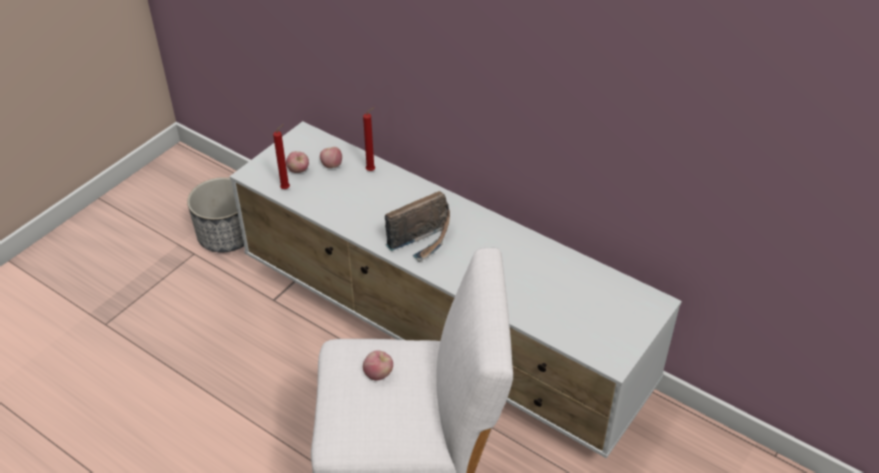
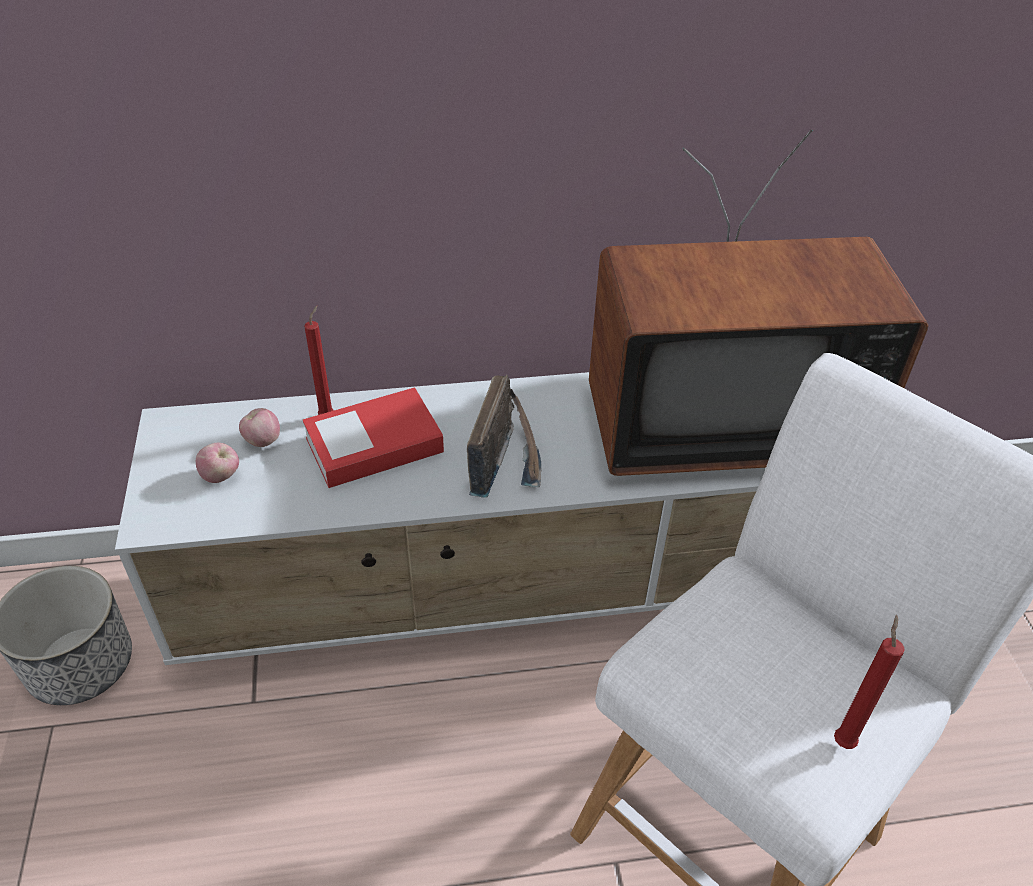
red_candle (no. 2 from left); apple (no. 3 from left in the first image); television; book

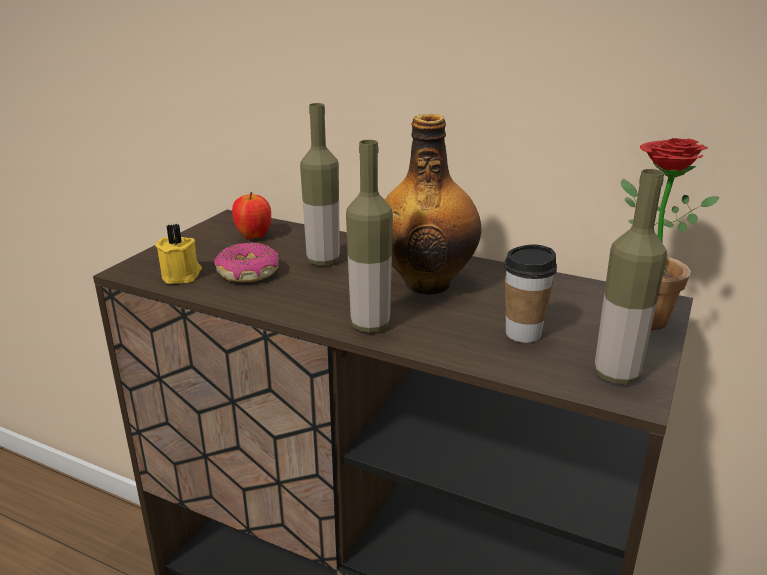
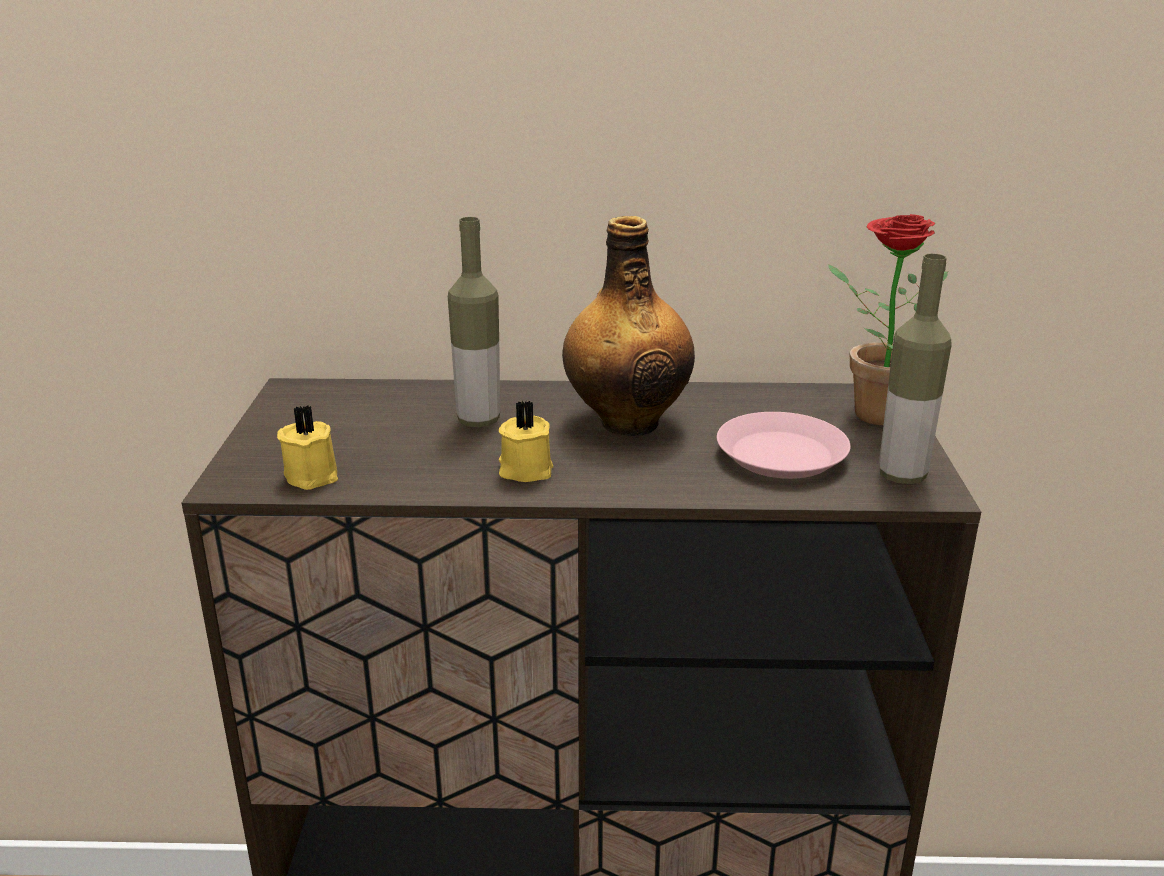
bottle (no. 2 from left in the first image); apple; donut; pink_plate; yellow_candle (no. 2 from left)

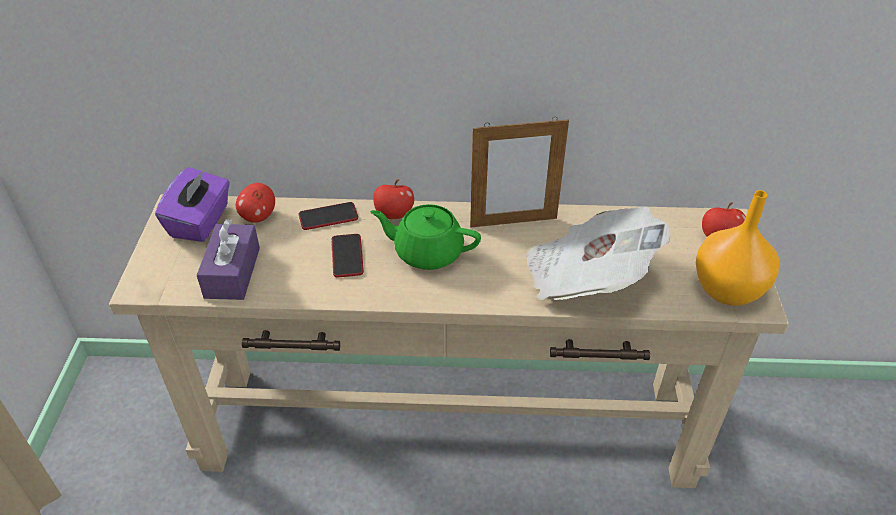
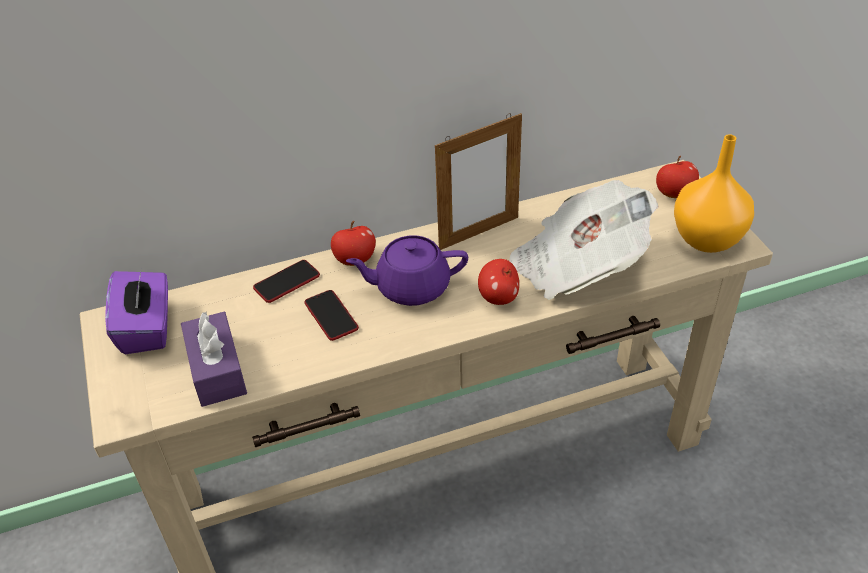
apple (no. 2 from left); purple_teapot

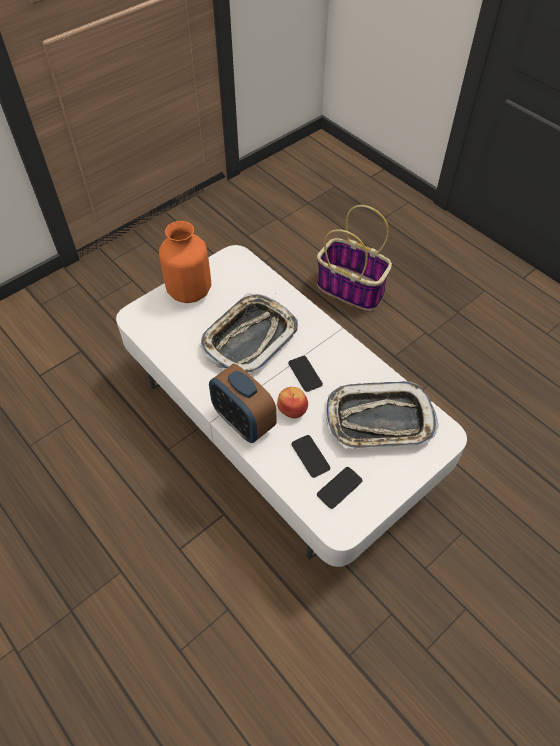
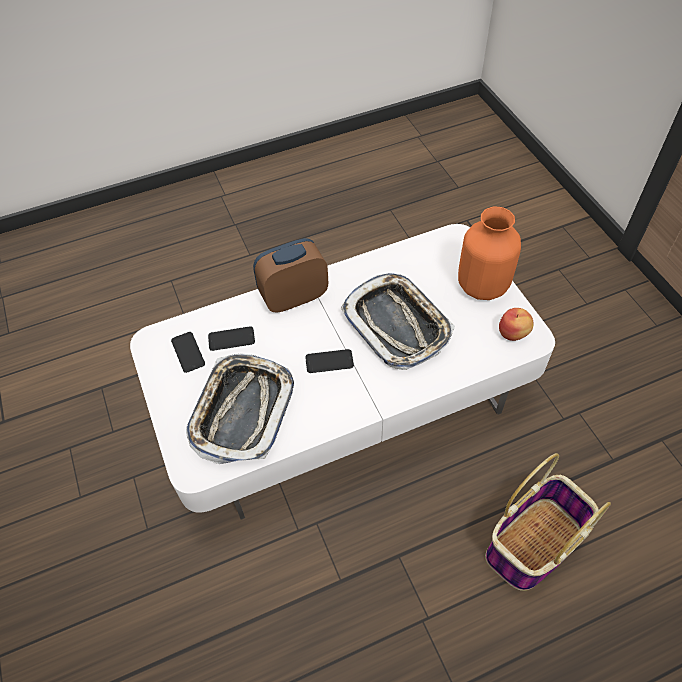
apple

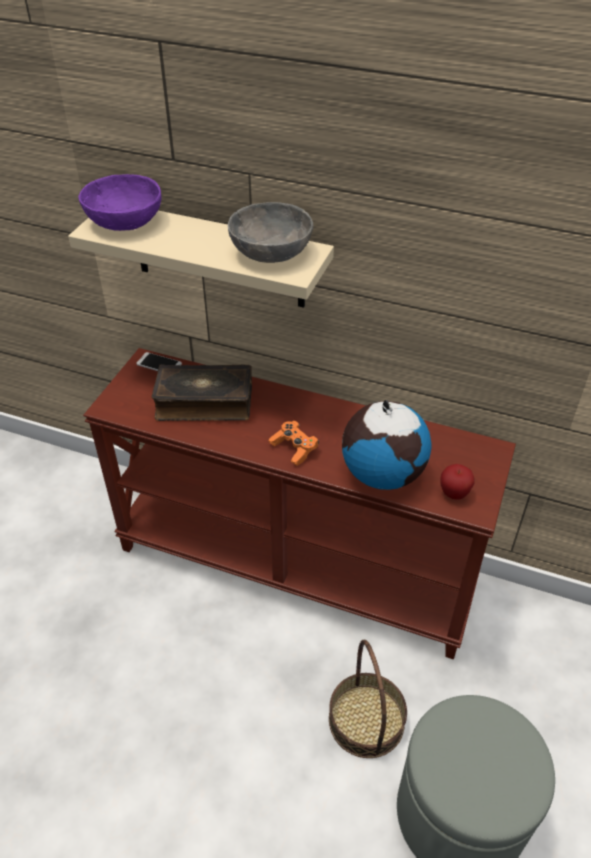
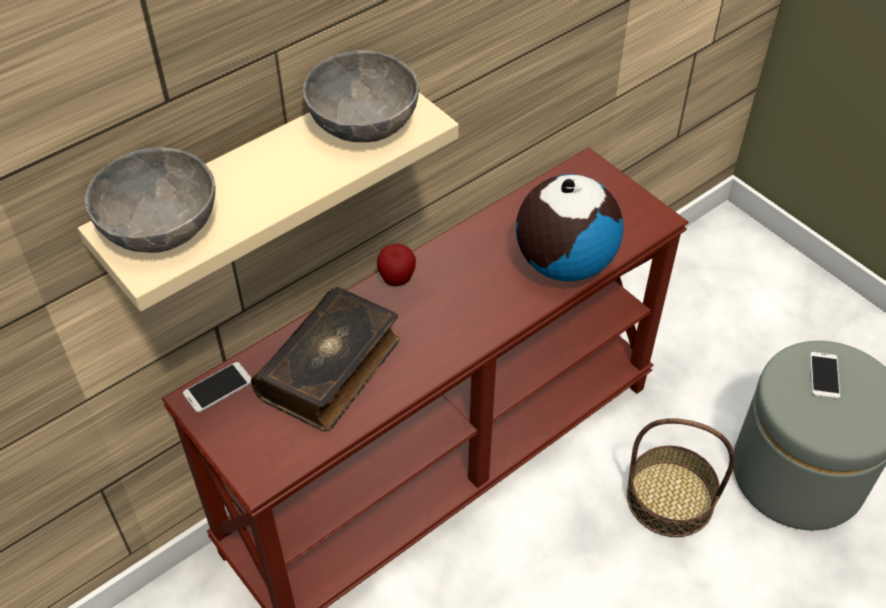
grey_bowl (no. 1 from left); orange_game_controller; apple; phone (no. 2 from left)

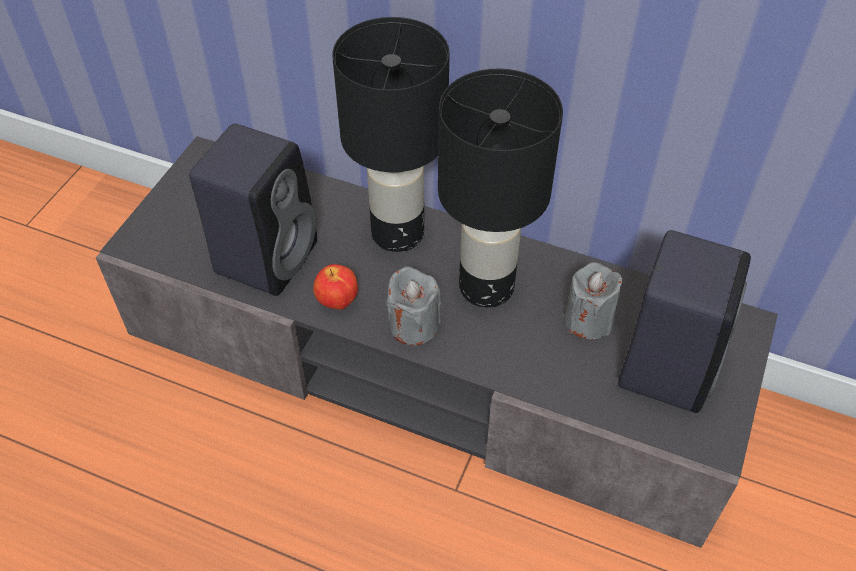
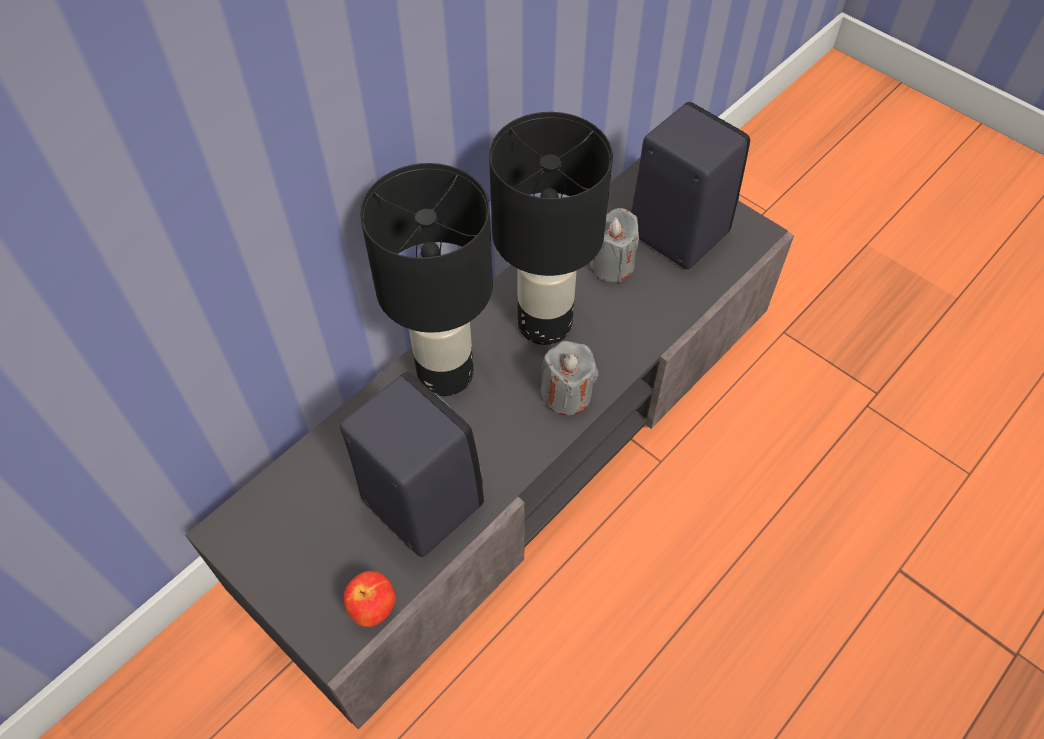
apple

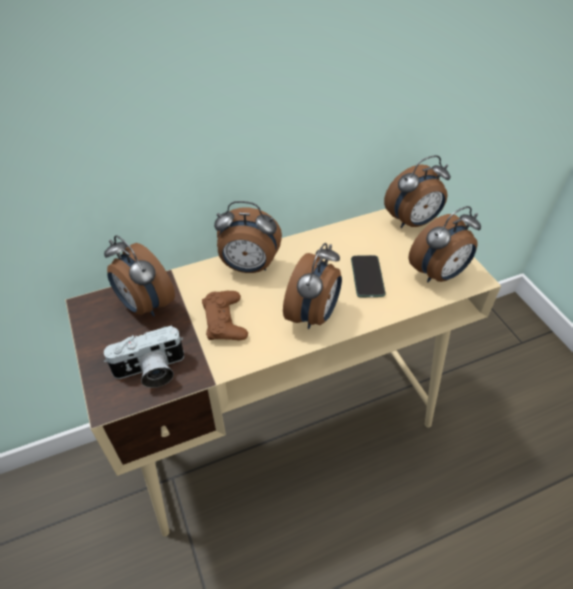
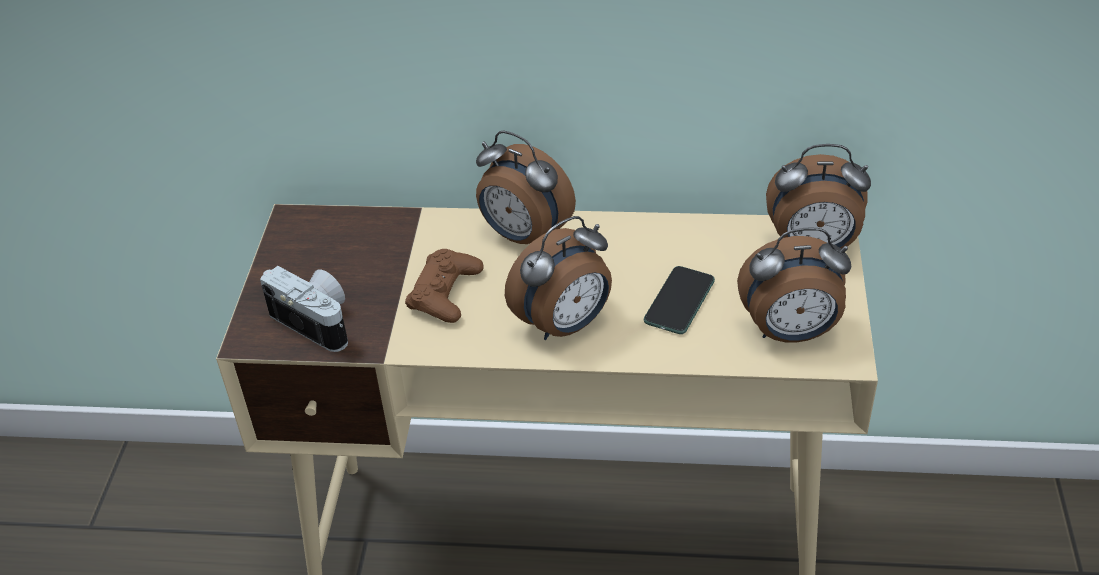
alarm_clock (no. 1 from left in the first image); photo_camera

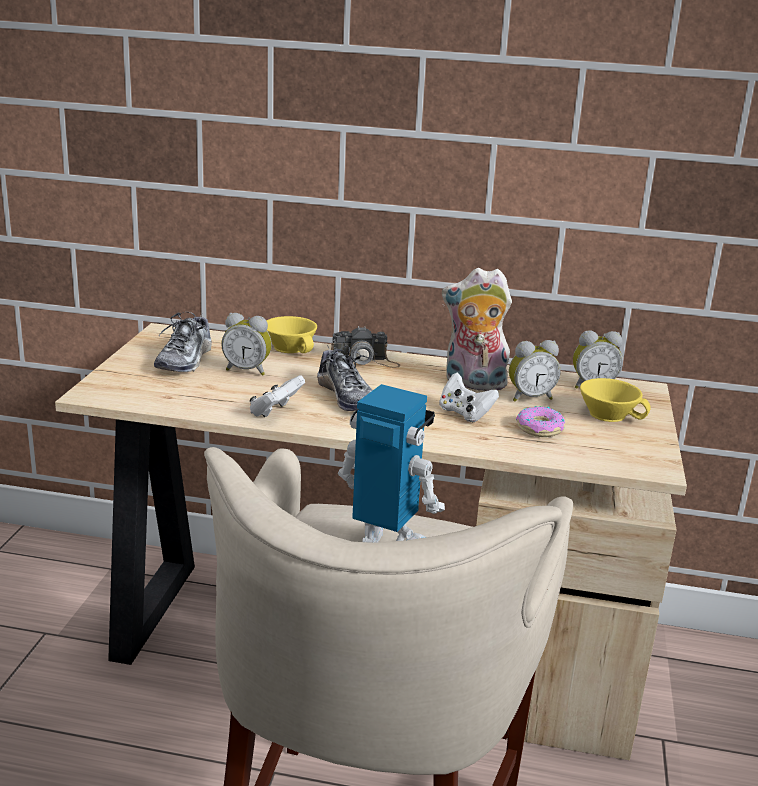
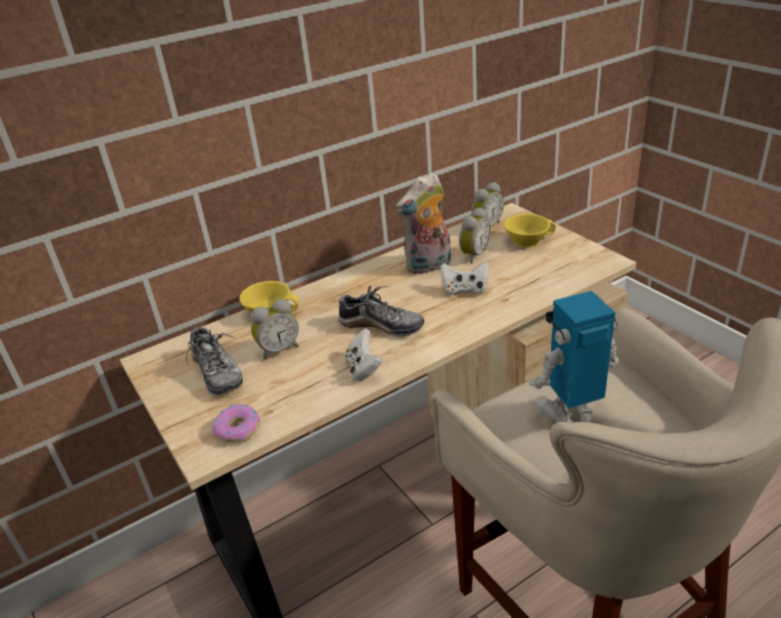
photo_camera; donut

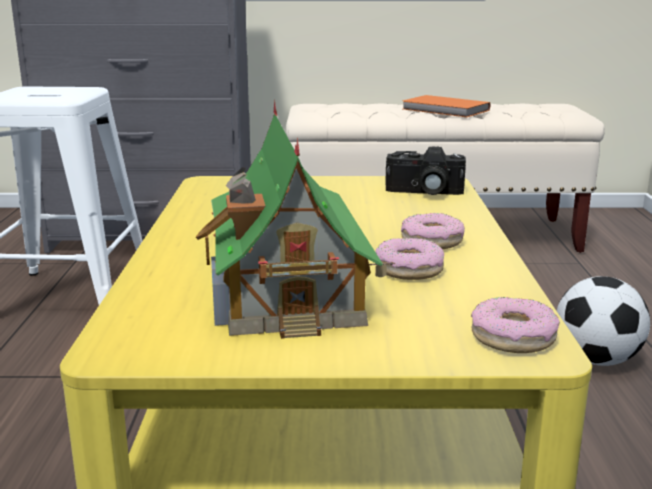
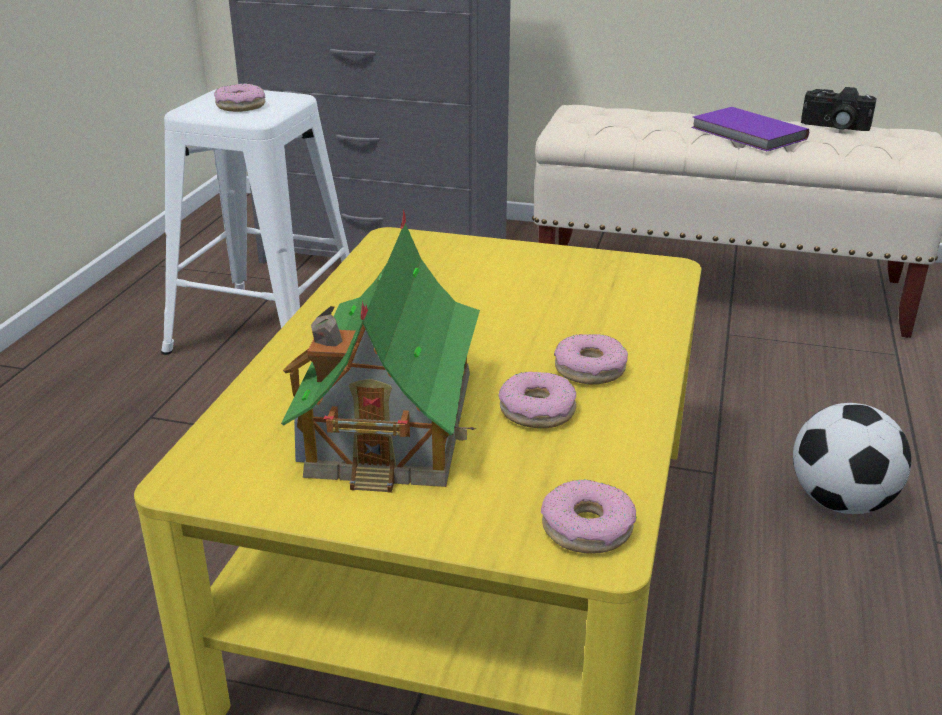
purple_book; photo_camera; donut (no. 1 from left)

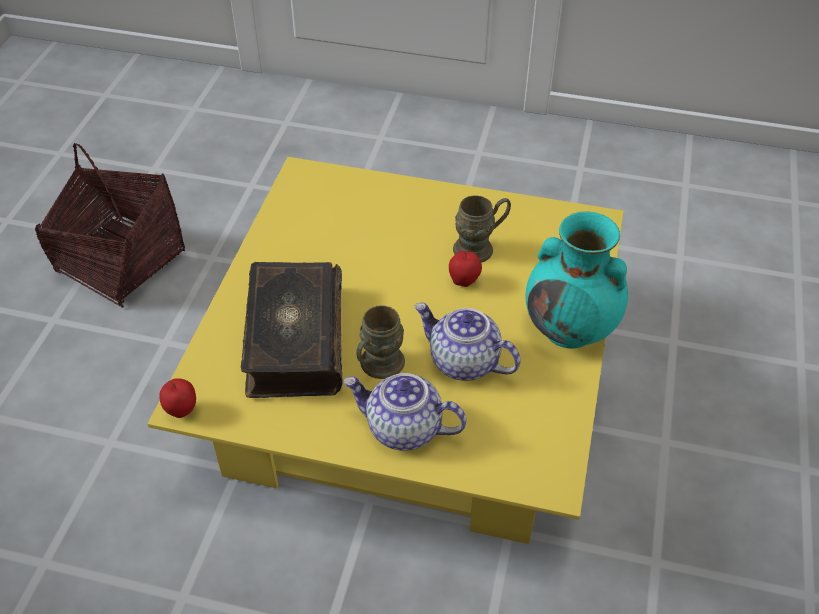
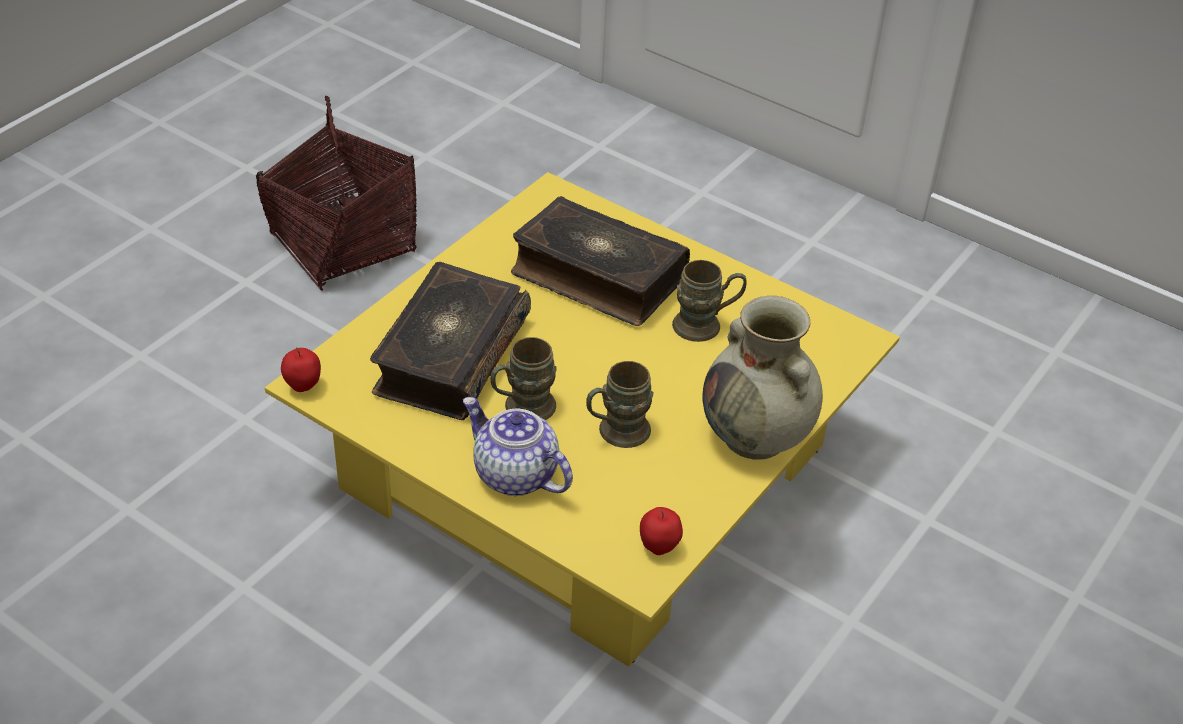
beige_vase; apple (no. 2 from left); brown_mug (no. 2 from left); book (no. 2 from left)

